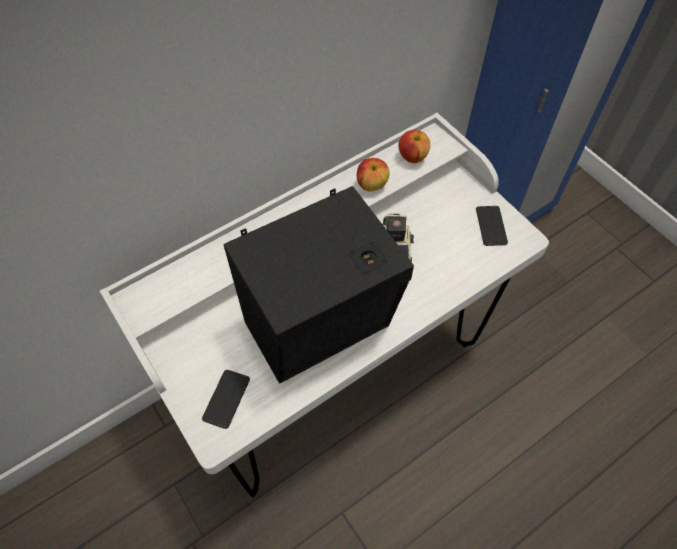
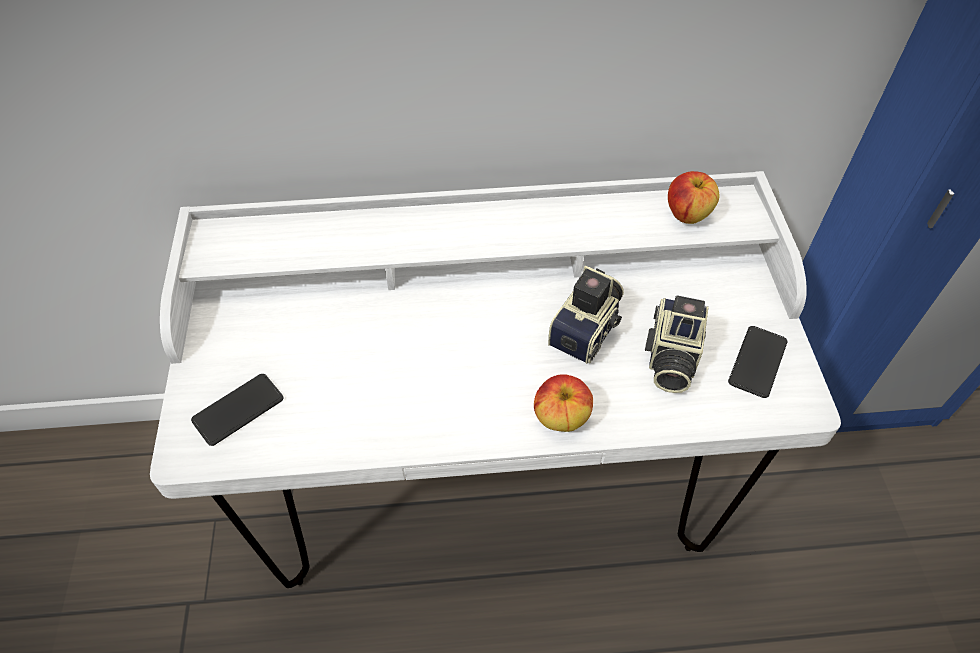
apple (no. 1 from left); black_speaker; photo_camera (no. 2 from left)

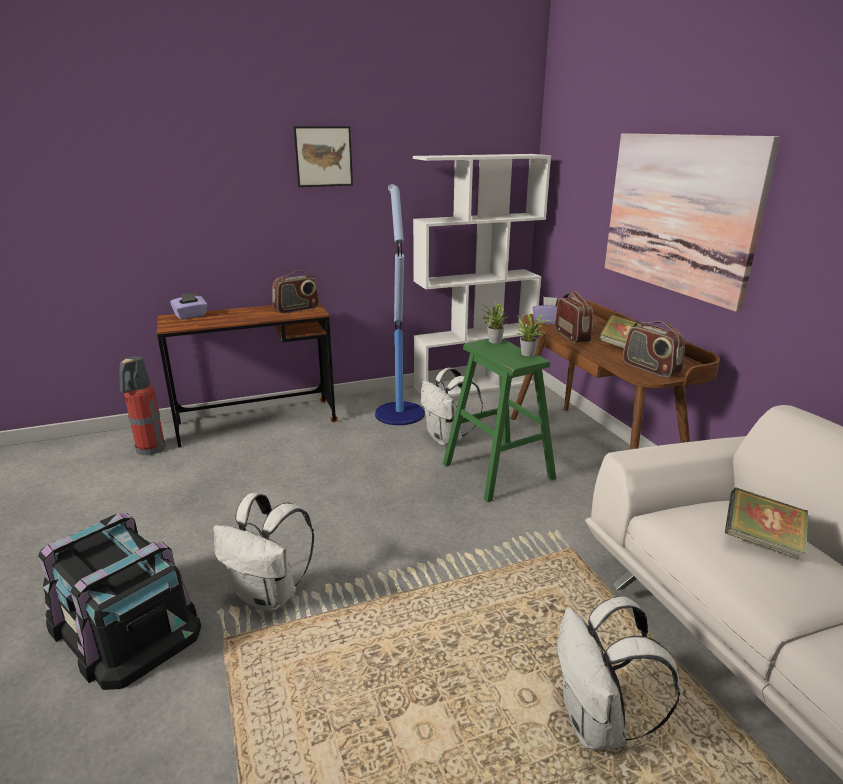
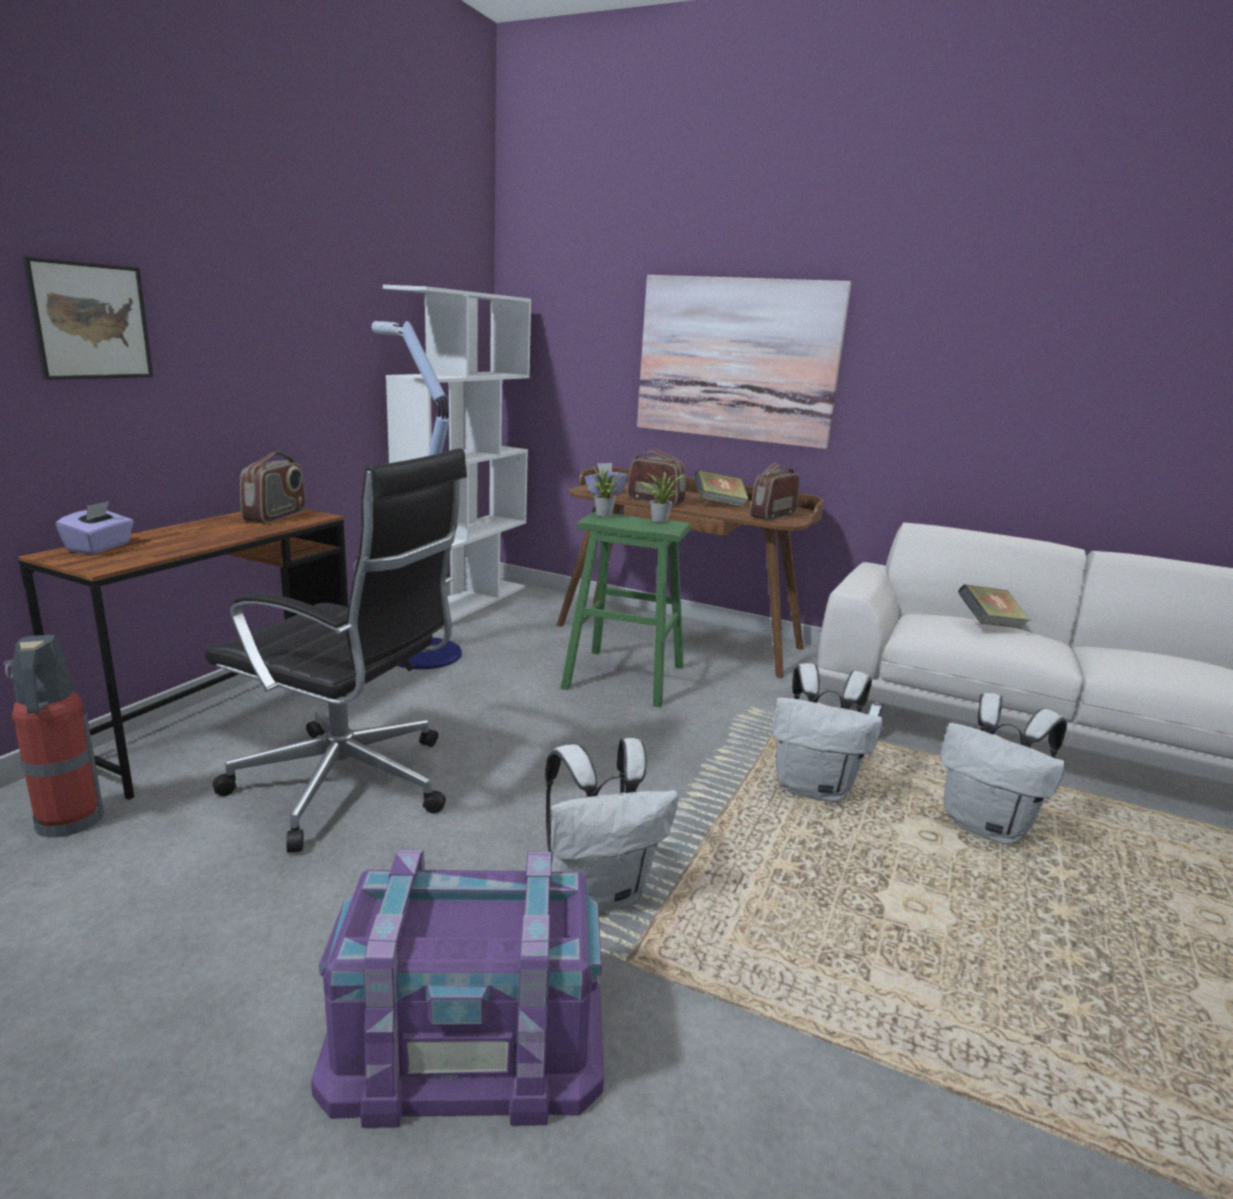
picture (no. 1 from left); radio (no. 3 from left); white_backpack (no. 2 from left); purple_storage_box; black_office_chair

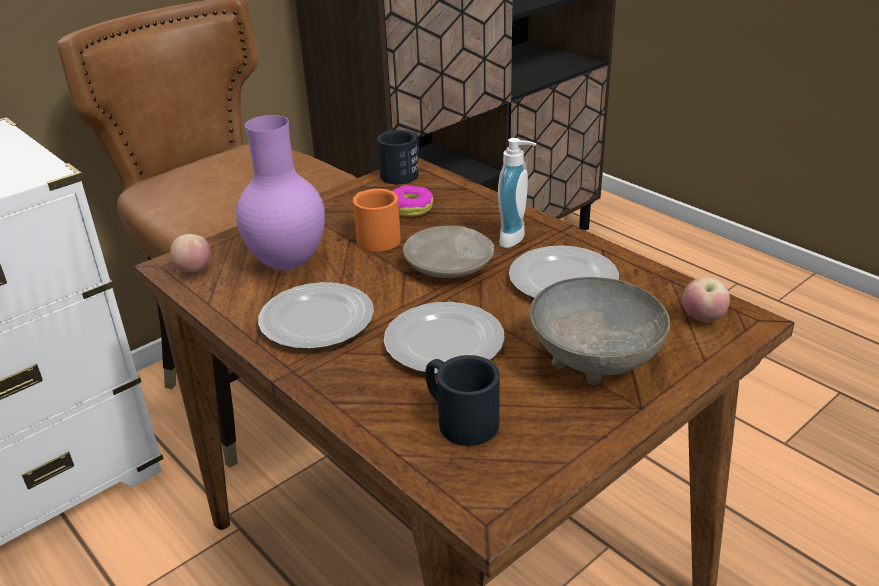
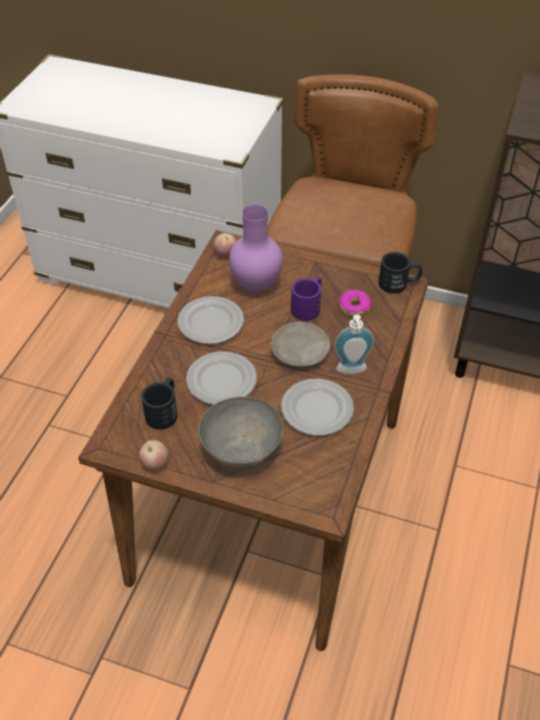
purple_mug; apple (no. 1 from left)

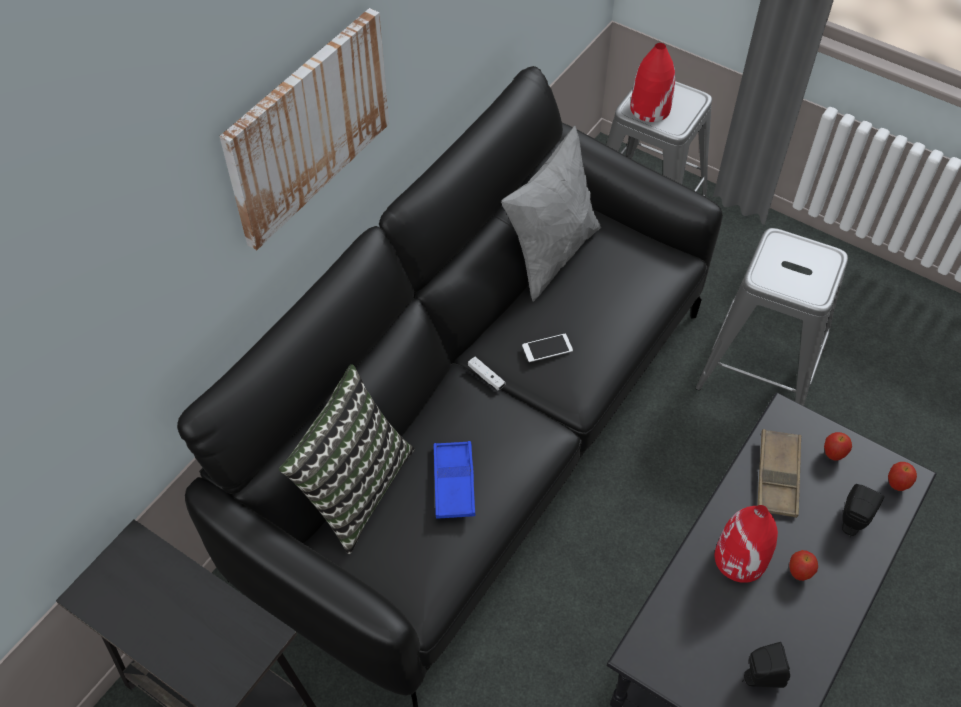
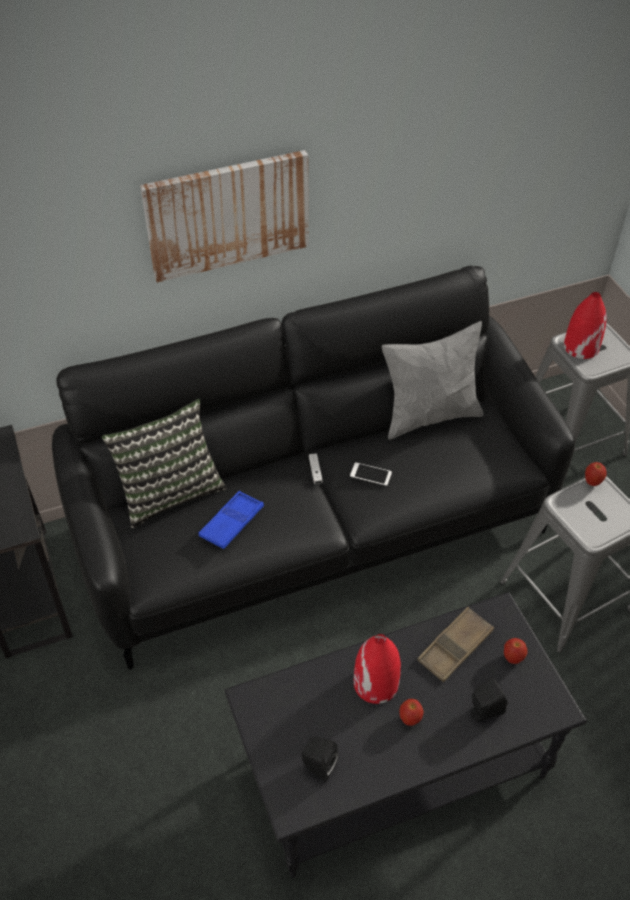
apple (no. 3 from left)

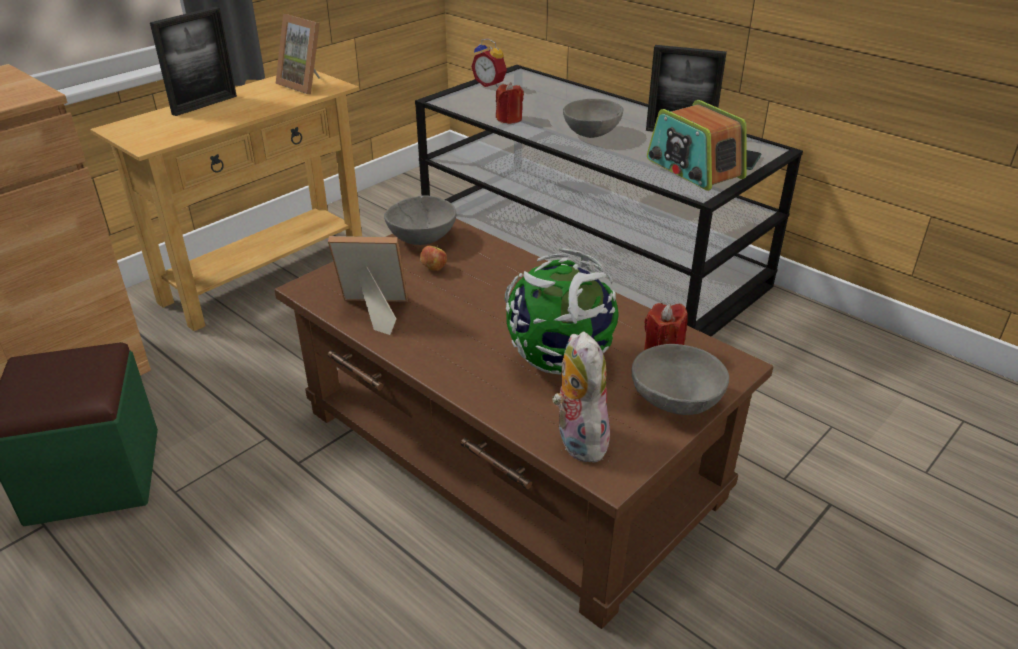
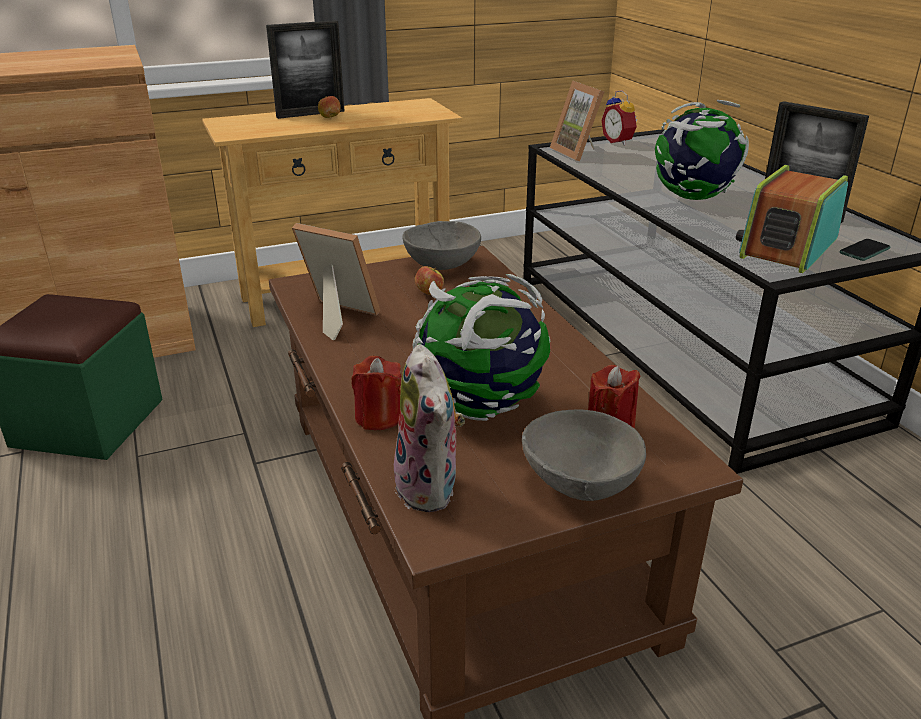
picture_frame (no. 3 from left); red_candle (no. 1 from left); globe (no. 2 from left); radio; plush_toy; apple (no. 1 from left)

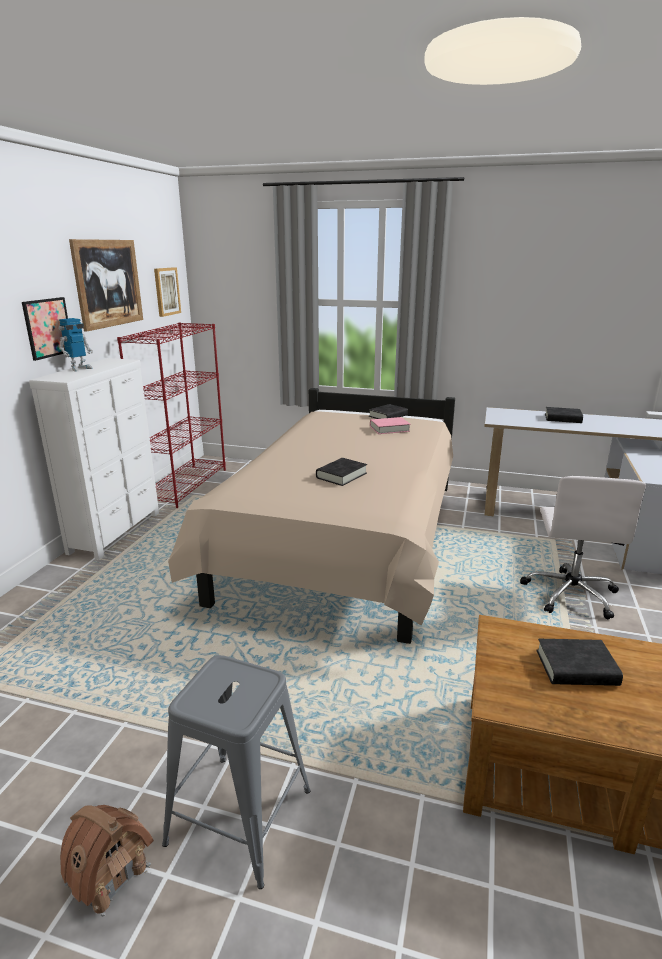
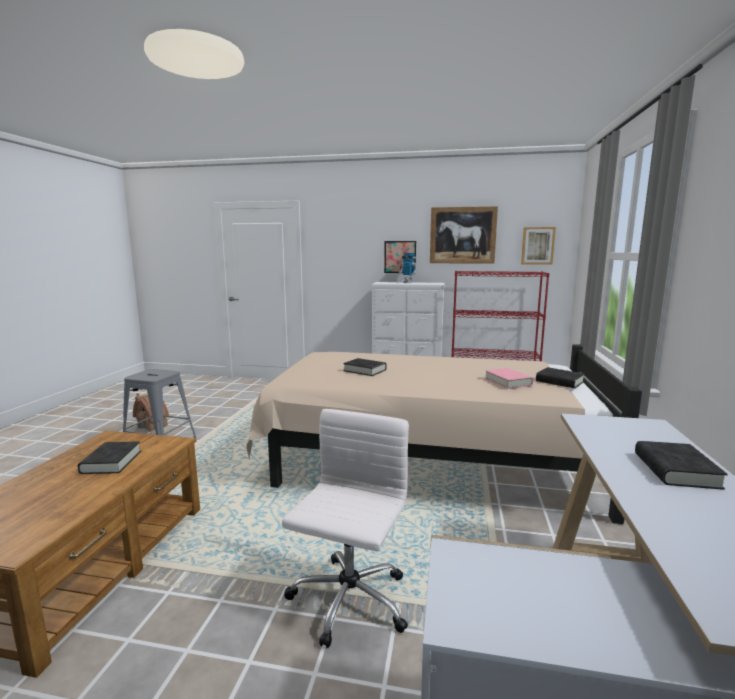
white_office_chair

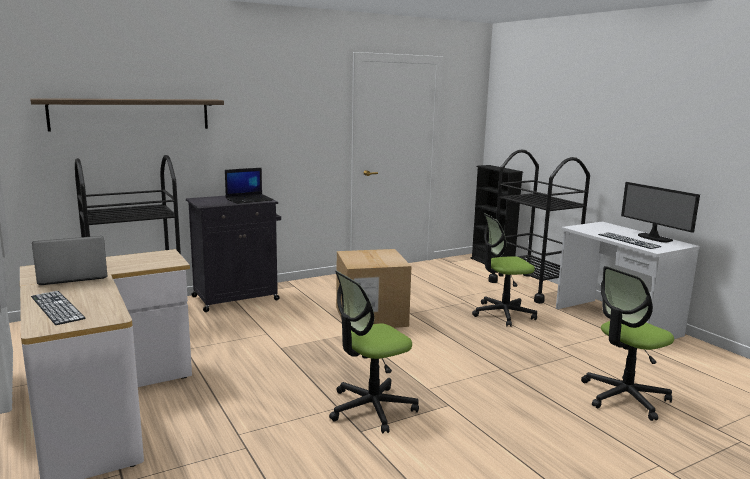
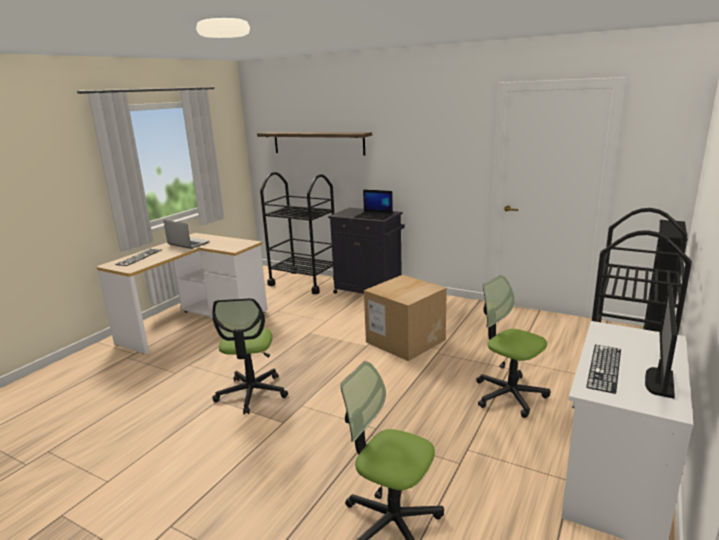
office_chair (no. 1 from left)

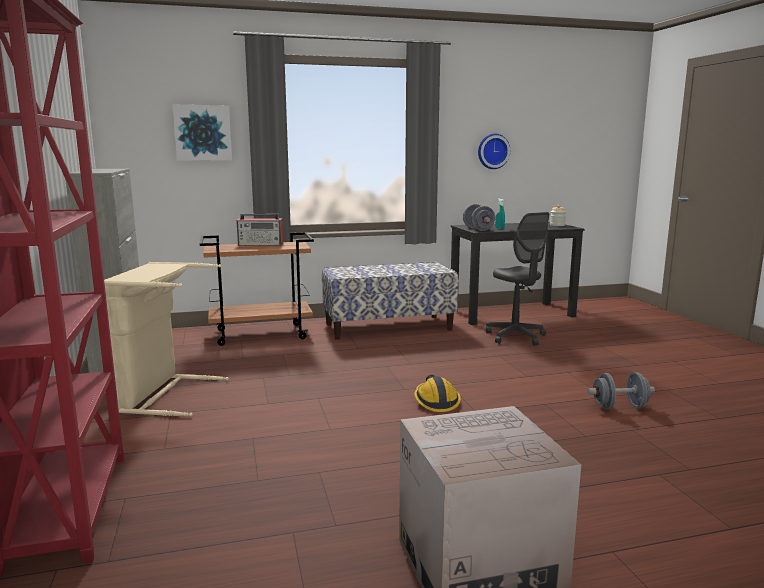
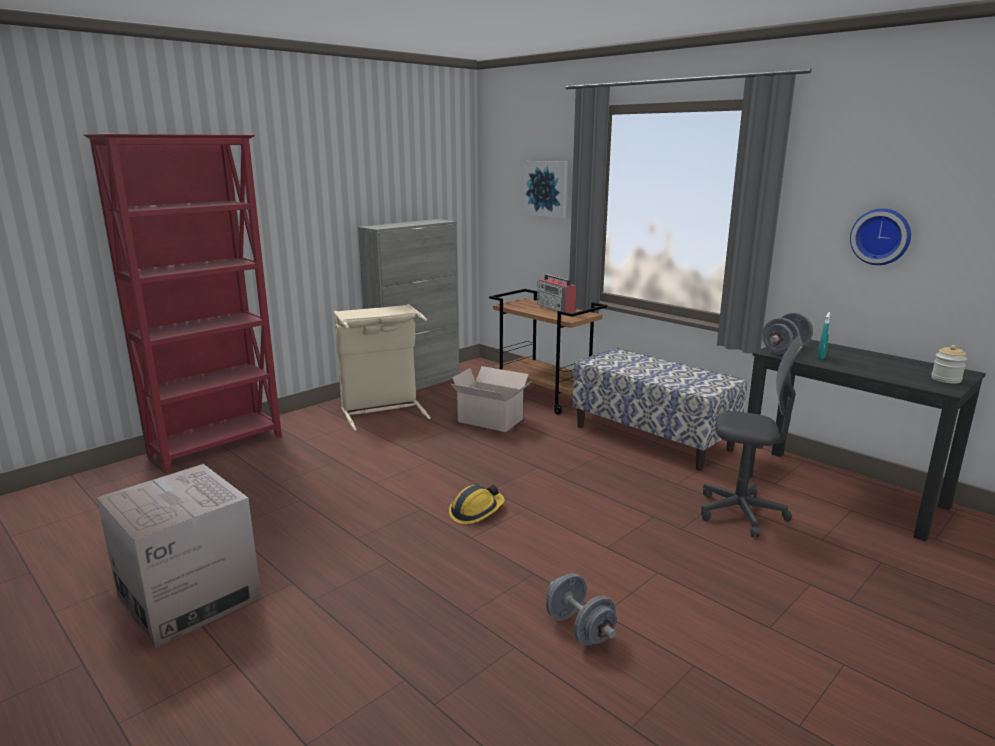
grey_office_chair; cardboard_box (no. 2 from left)

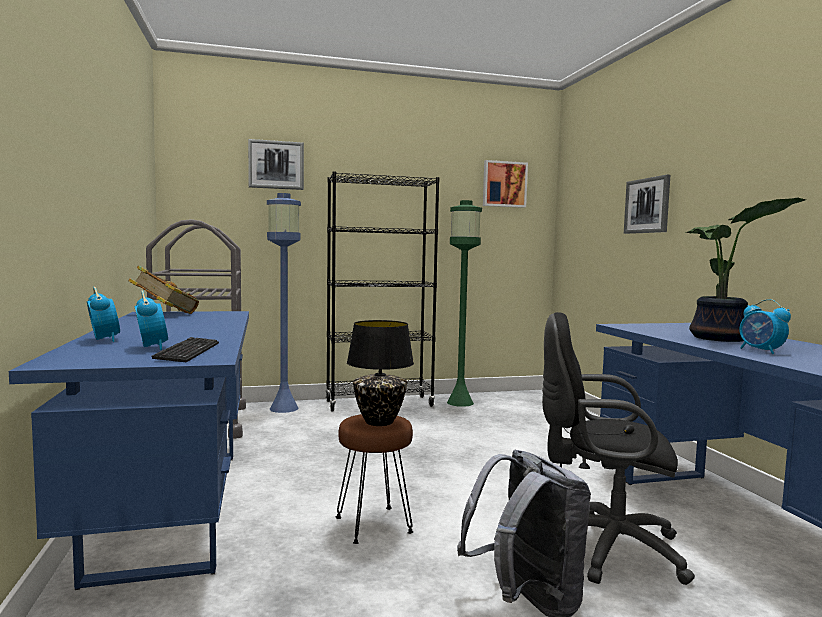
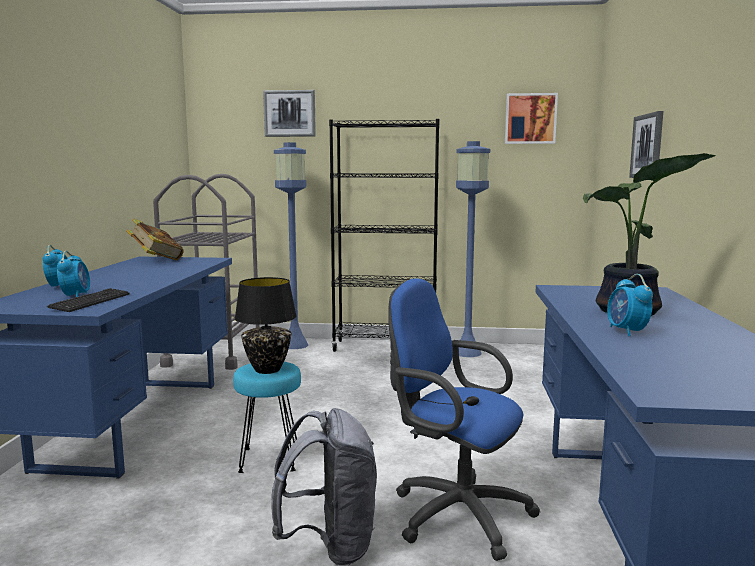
blue_floor_lamp (no. 2 from left); blue_office_chair; turquoise_stool

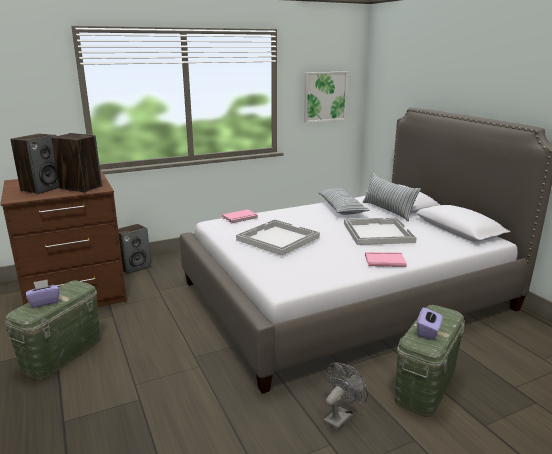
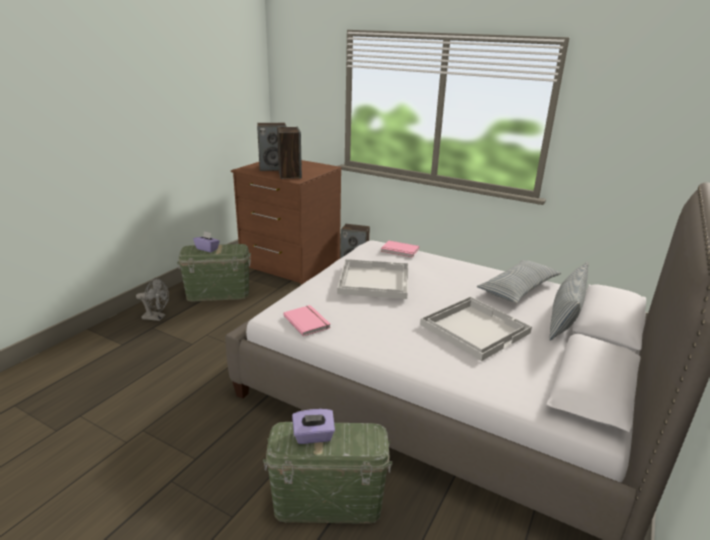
picture; pink_book (no. 1 from left); grey_fan

